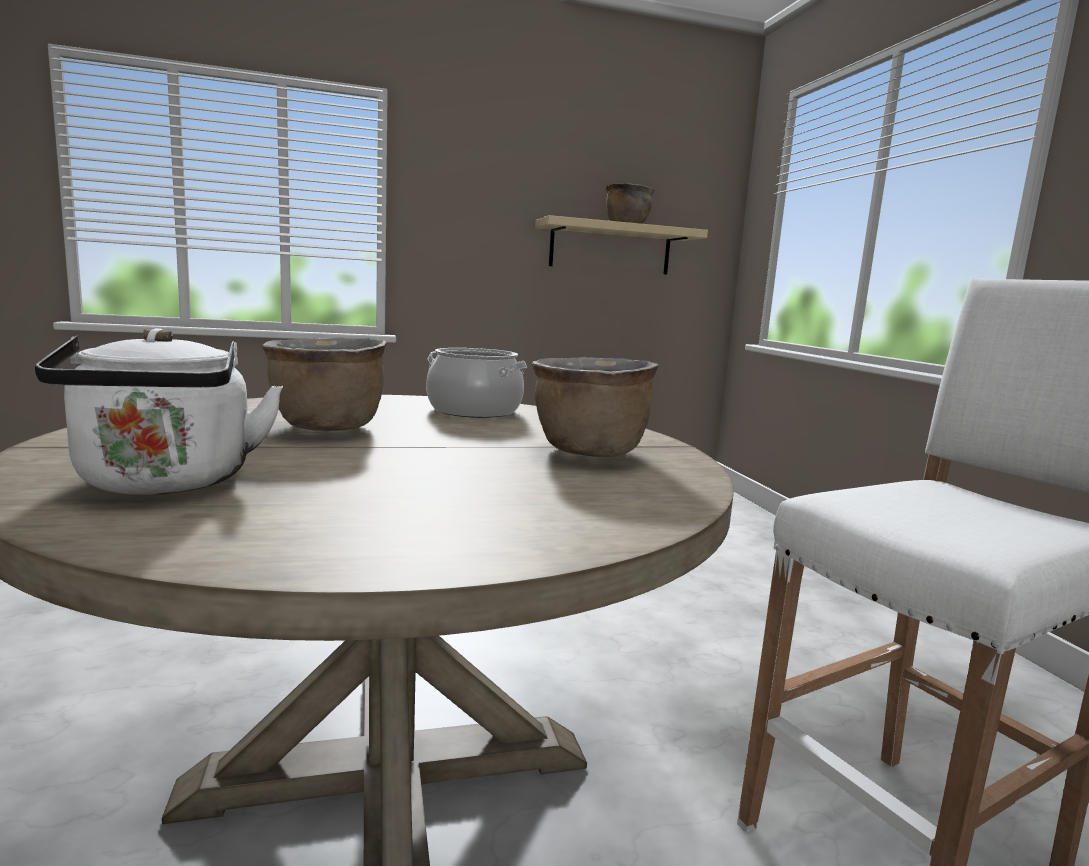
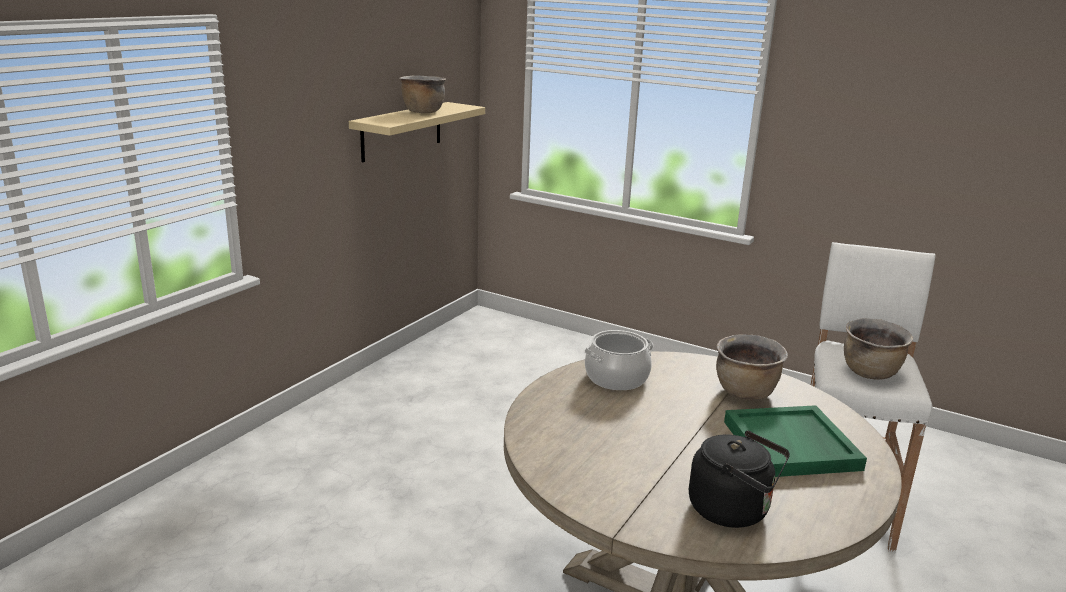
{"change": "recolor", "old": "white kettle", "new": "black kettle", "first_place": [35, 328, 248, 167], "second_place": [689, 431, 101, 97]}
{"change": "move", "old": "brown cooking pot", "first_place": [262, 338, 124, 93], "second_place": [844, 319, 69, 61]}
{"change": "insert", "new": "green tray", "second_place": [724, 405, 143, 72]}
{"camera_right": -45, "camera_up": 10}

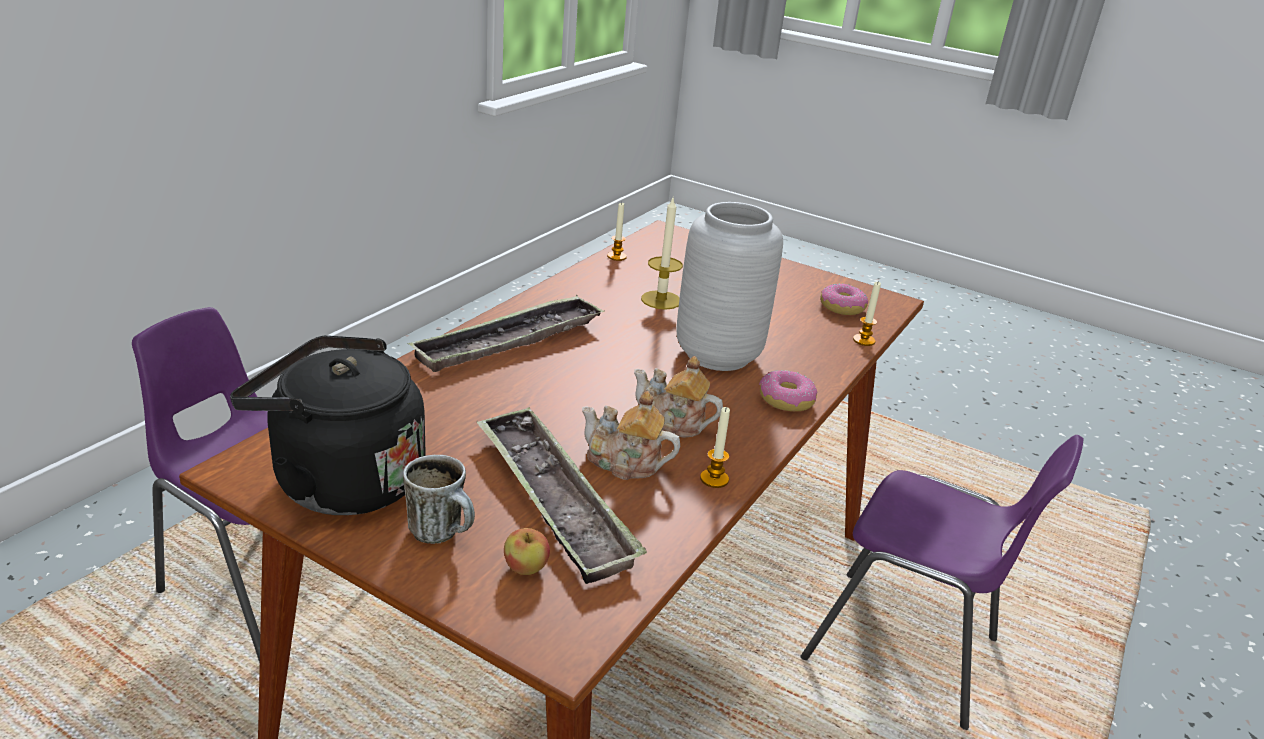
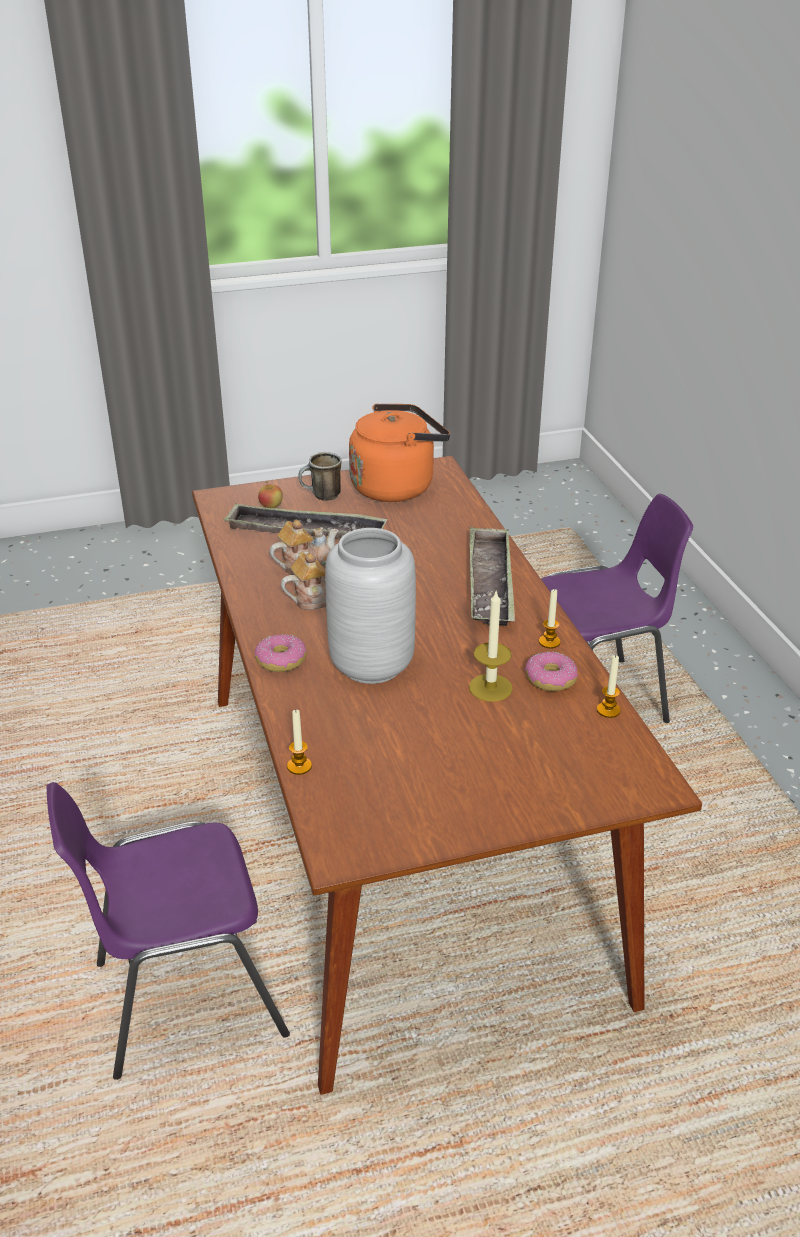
{"change": "move", "old": "donut", "first_place": [820, 283, 48, 32], "second_place": [525, 652, 53, 39]}
{"change": "recolor", "old": "black kettle", "new": "orange kettle", "first_place": [230, 335, 196, 180], "second_place": [349, 404, 101, 98]}
{"change": "move", "old": "candle", "first_place": [700, 407, 30, 81], "second_place": [539, 588, 22, 61]}
{"camera_right": 135, "camera_up": 5}

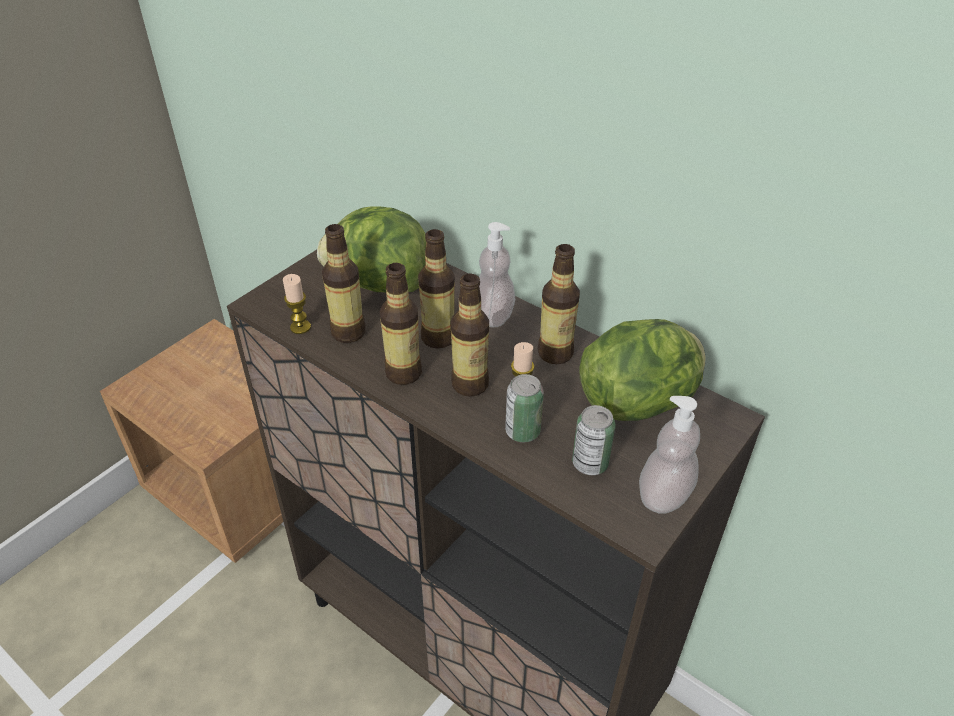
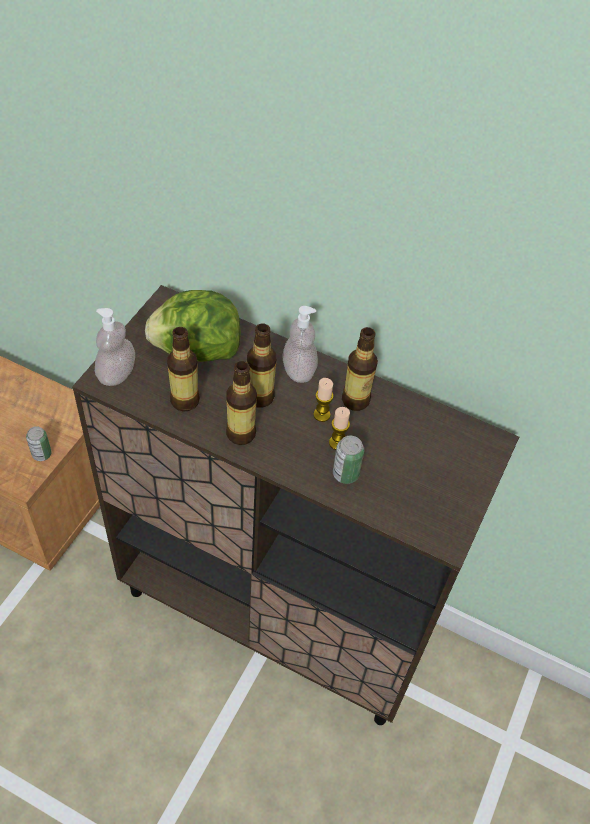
{"change": "move", "old": "candle", "first_place": [283, 274, 28, 60], "second_place": [313, 378, 21, 44]}
{"change": "delete", "old": "bottle", "first_place": [451, 274, 38, 123]}
{"change": "delete", "old": "lettuce", "first_place": [579, 319, 127, 102]}
{"change": "move", "old": "soap dispenser", "first_place": [639, 396, 61, 118], "second_place": [95, 308, 40, 78]}
{"change": "move", "old": "can", "first_place": [572, 405, 43, 70], "second_place": [26, 426, 26, 35]}
{"camera_right": -15, "camera_up": 10}

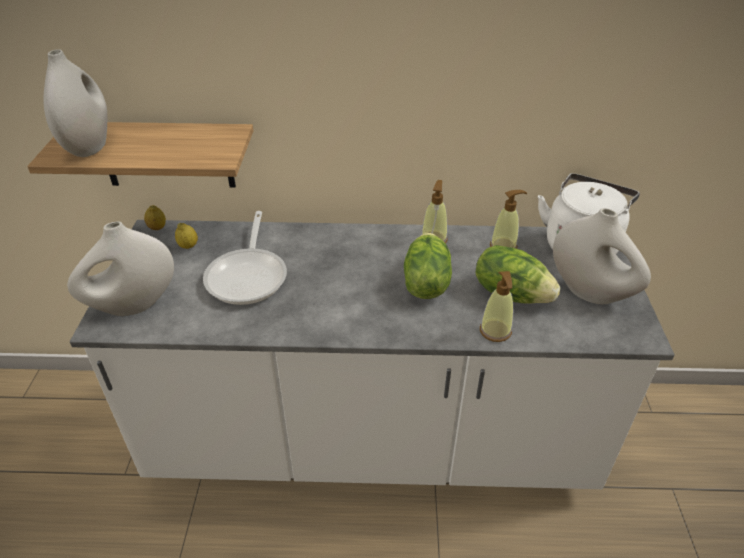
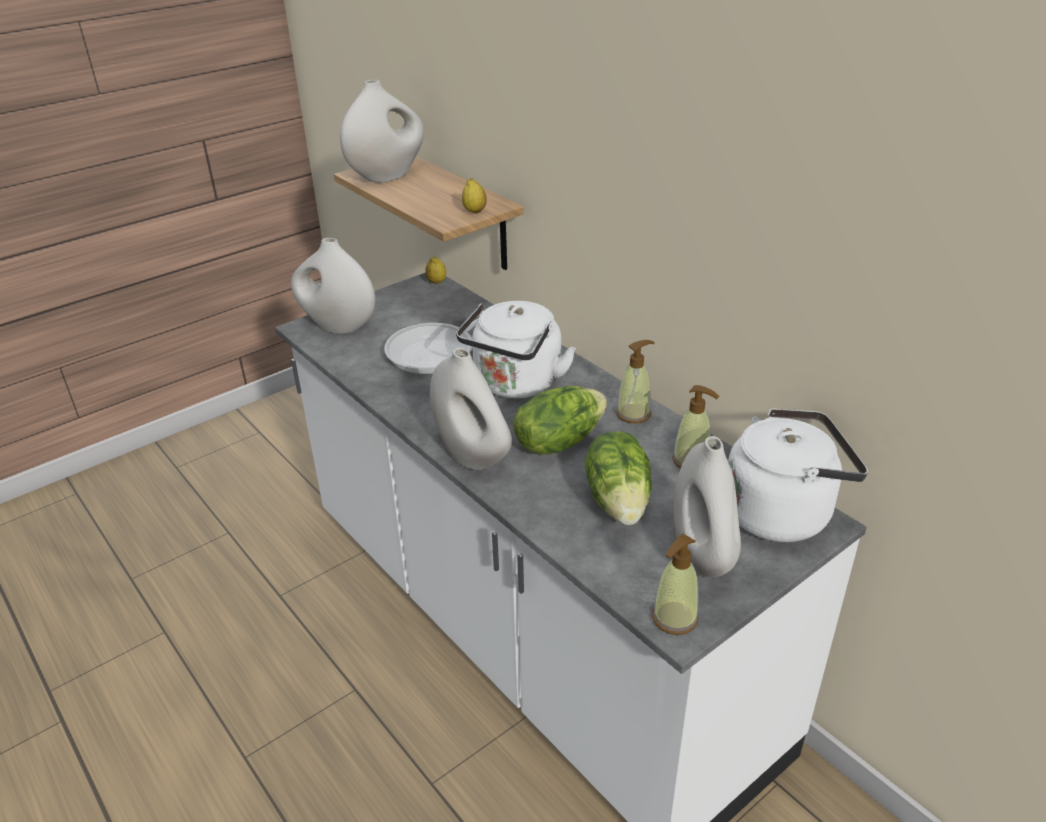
{"change": "move", "old": "lemon", "first_place": [175, 223, 23, 26], "second_place": [462, 178, 25, 35]}
{"change": "move", "old": "soap dispenser", "first_place": [480, 271, 33, 71], "second_place": [652, 534, 46, 101]}
{"change": "insert", "new": "white kettle", "second_place": [456, 301, 120, 97]}
{"change": "insert", "new": "white vase", "second_place": [430, 348, 82, 122]}
{"camera_right": 50, "camera_up": -5}

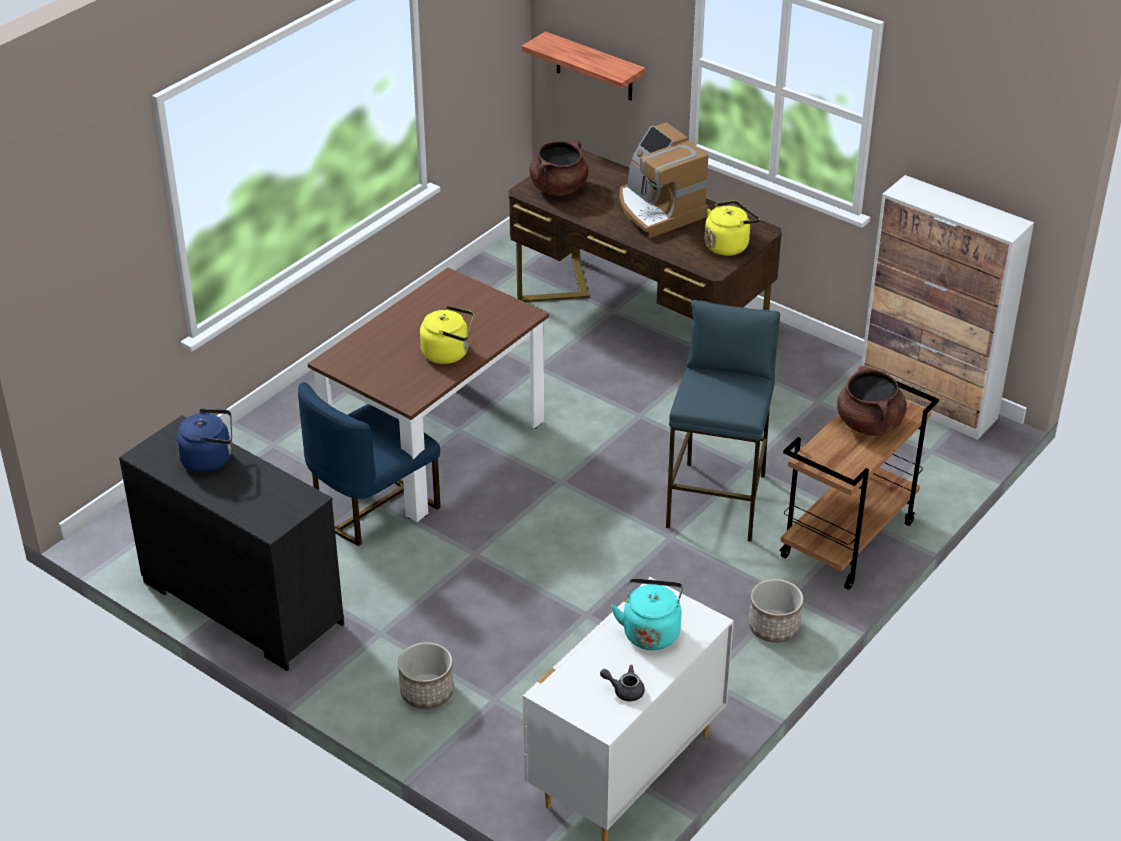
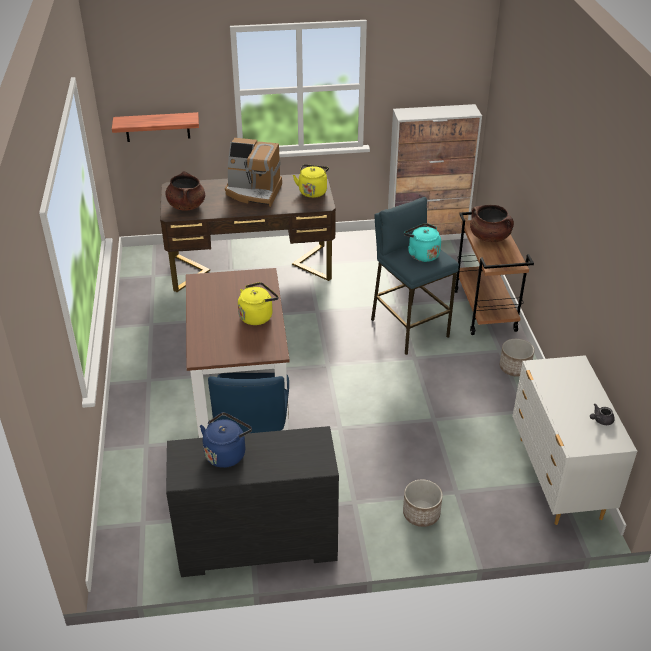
{"change": "move", "old": "turquoise kettle", "first_place": [611, 578, 72, 72], "second_place": [404, 223, 37, 39]}
{"camera_right": -45, "camera_up": 0}

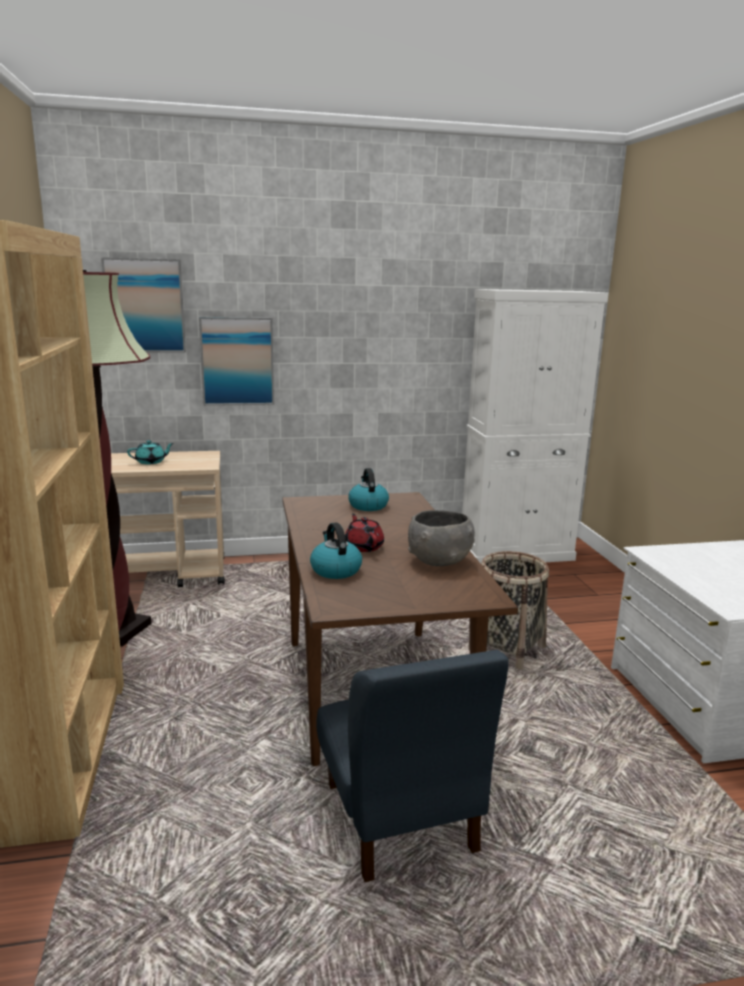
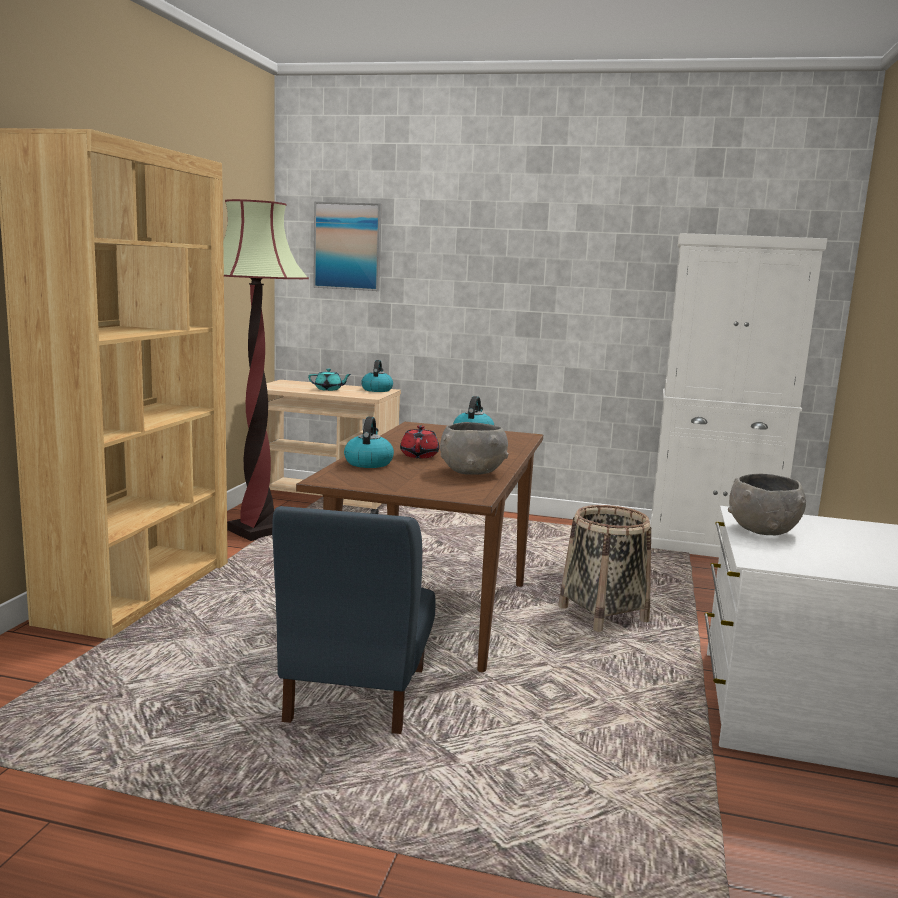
{"change": "delete", "old": "picture", "first_place": [199, 317, 75, 89]}
{"change": "insert", "new": "kettle", "second_place": [361, 360, 32, 32]}
{"change": "insert", "new": "grey bowl", "second_place": [728, 474, 78, 61]}
{"camera_right": 25, "camera_up": -5}

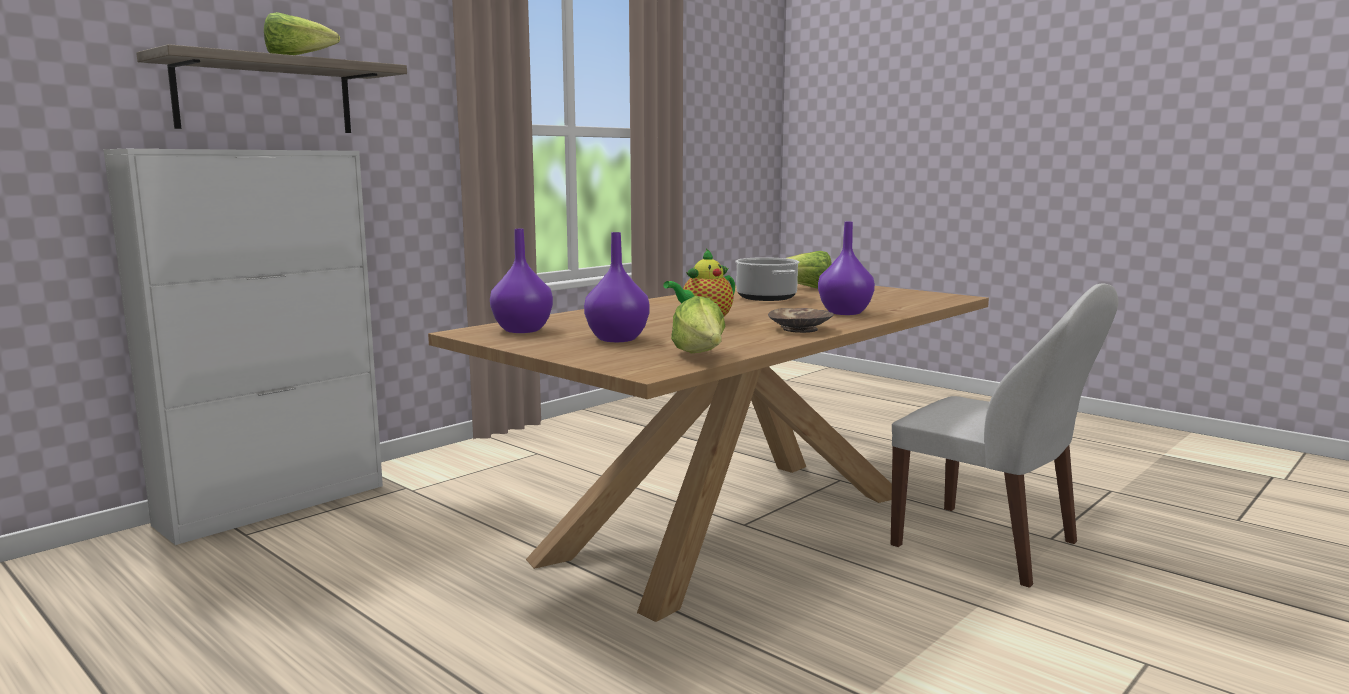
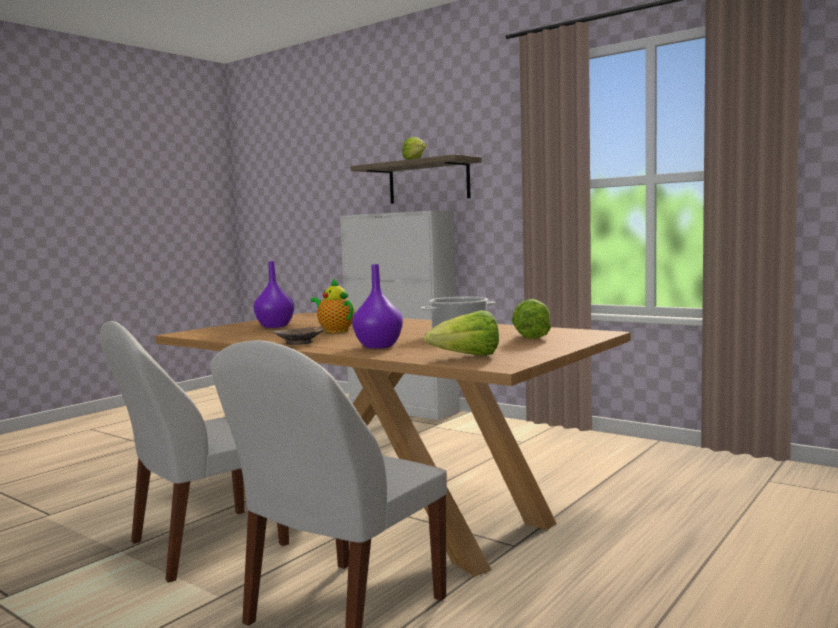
{"change": "delete", "old": "purple vase", "first_place": [490, 229, 63, 104]}
{"change": "move", "old": "lettuce", "first_place": [671, 296, 55, 57], "second_place": [424, 310, 75, 46]}
{"change": "insert", "new": "white chair", "second_place": [100, 321, 189, 262]}
{"camera_right": 85, "camera_up": -5}

